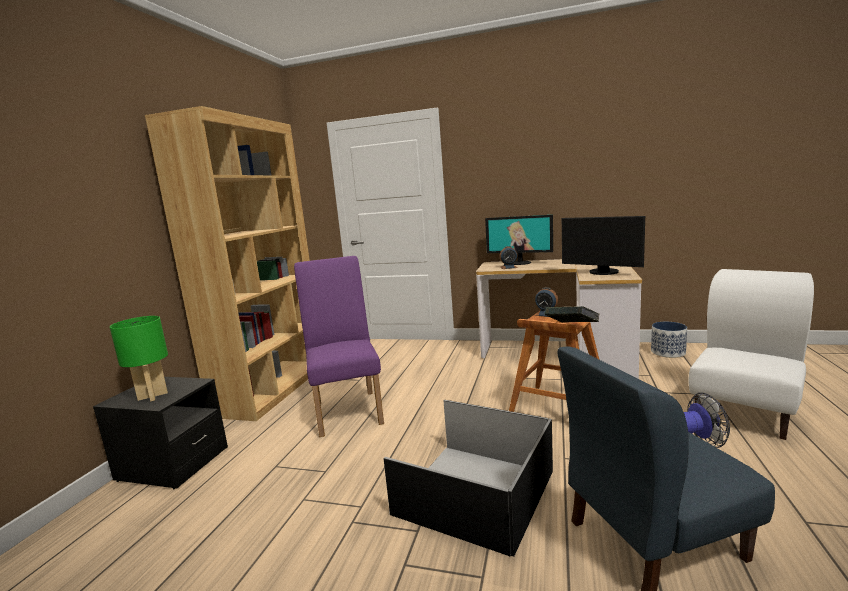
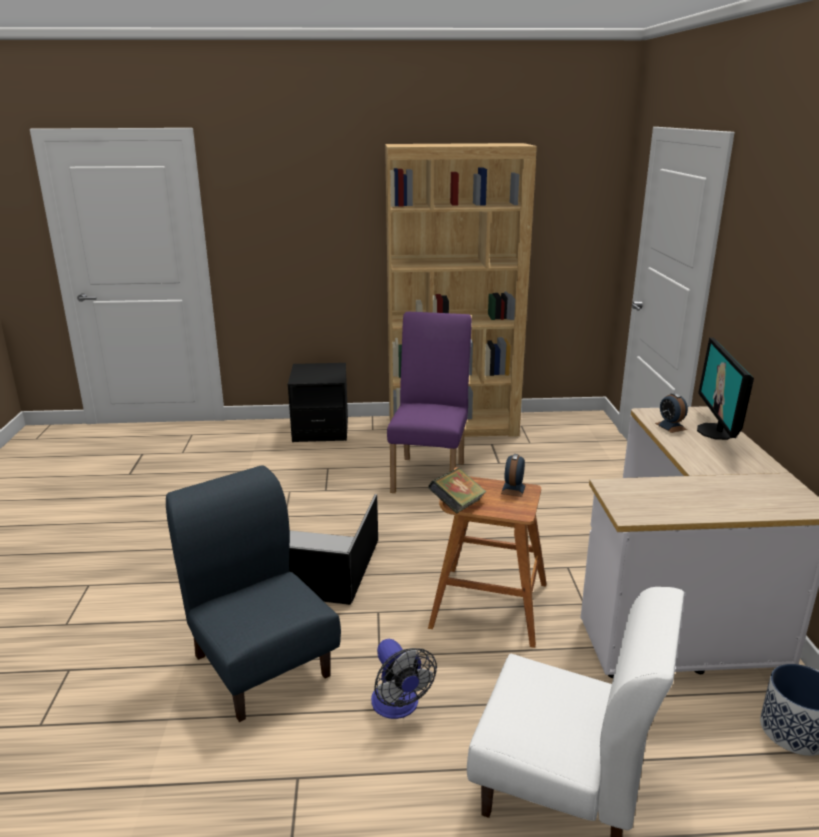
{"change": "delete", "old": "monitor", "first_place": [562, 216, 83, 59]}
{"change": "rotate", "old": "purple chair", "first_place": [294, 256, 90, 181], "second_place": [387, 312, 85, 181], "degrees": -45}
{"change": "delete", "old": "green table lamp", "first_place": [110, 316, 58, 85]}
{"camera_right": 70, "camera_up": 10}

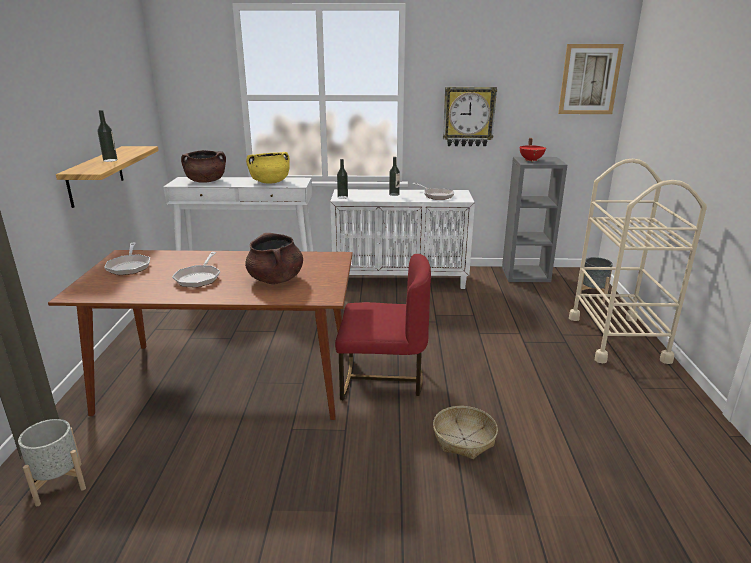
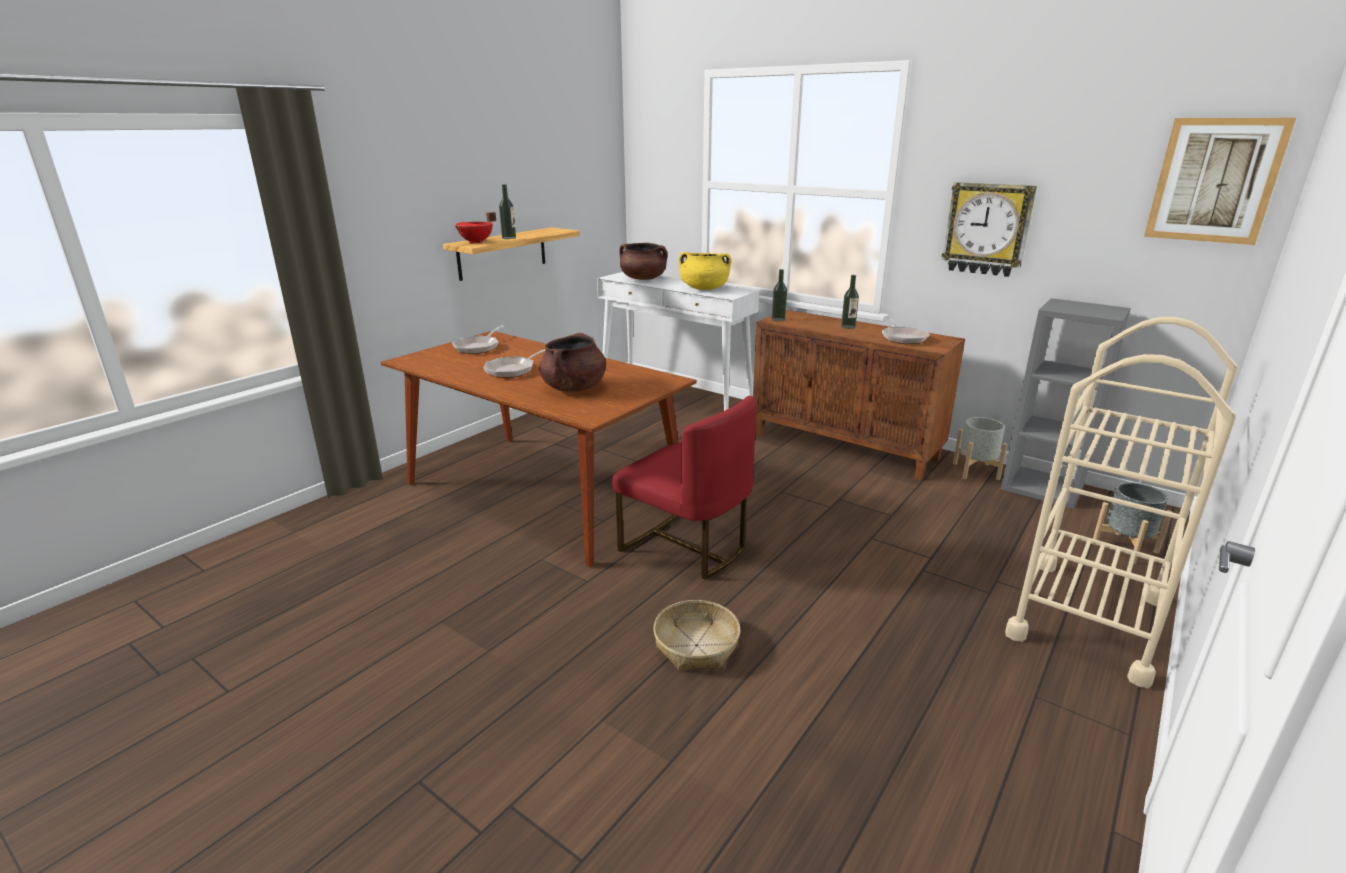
{"change": "move", "old": "red cooking pot", "first_place": [519, 138, 27, 24], "second_place": [455, 212, 41, 32]}
{"change": "recolor", "old": "white cabinet", "new": "brown cabinet", "first_place": [330, 189, 145, 100], "second_place": [753, 310, 212, 170]}
{"change": "move", "old": "grey planter", "first_place": [18, 419, 68, 87], "second_place": [953, 417, 54, 63]}
{"camera_right": 35, "camera_up": 0}

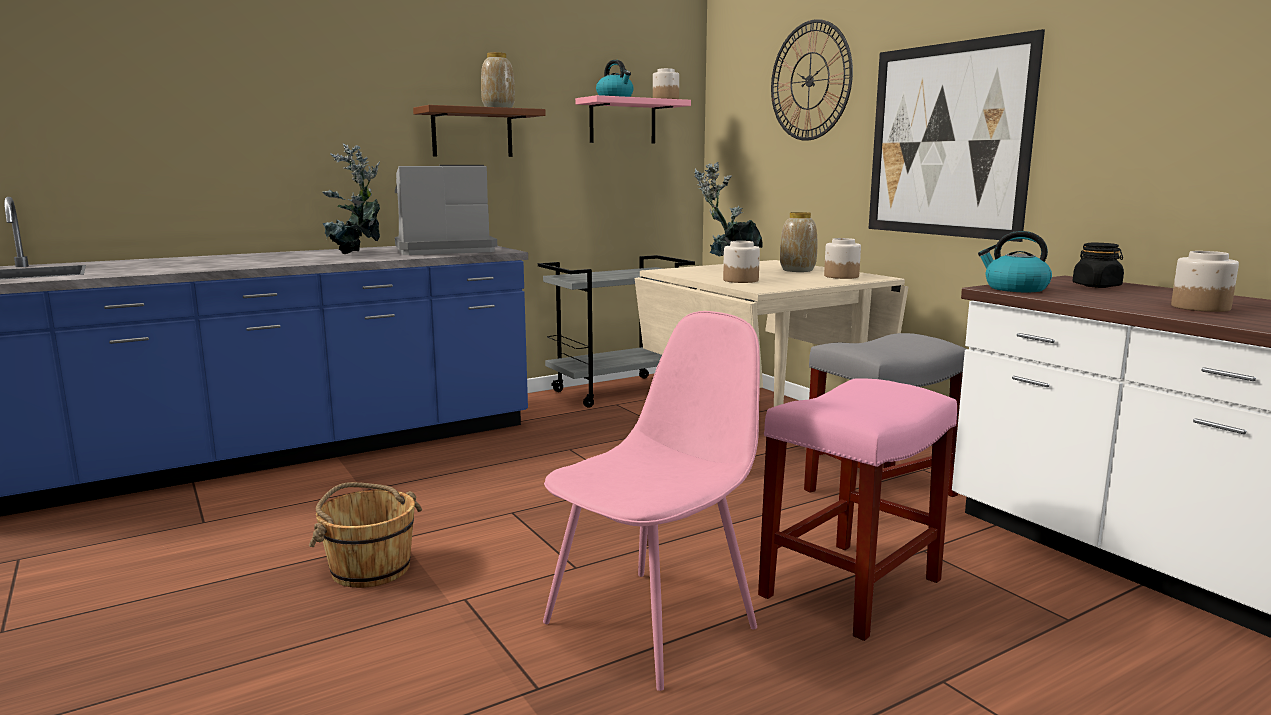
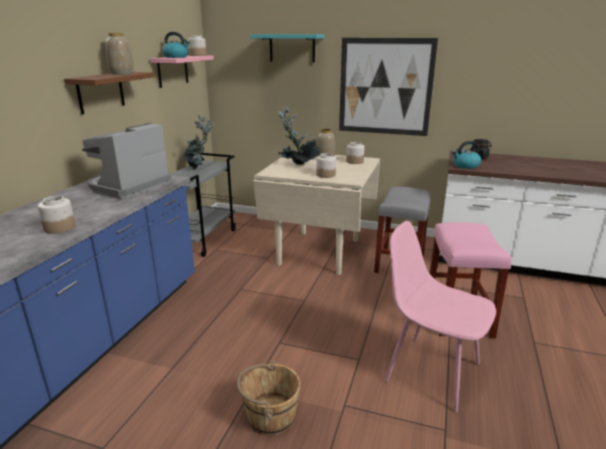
{"change": "replace", "old": "wall clock", "new": "turquoise shelf", "first_place": [771, 19, 82, 122], "second_place": [250, 34, 75, 28]}
{"change": "move", "old": "potted plant", "first_place": [322, 143, 58, 111], "second_place": [183, 116, 31, 54]}
{"change": "move", "old": "jar", "first_place": [1171, 251, 68, 61], "second_place": [38, 196, 38, 38]}
{"change": "rotate", "old": "pink chair", "first_place": [543, 311, 217, 380], "second_place": [385, 221, 111, 191], "degrees": -60}
{"camera_right": -40, "camera_up": 10}

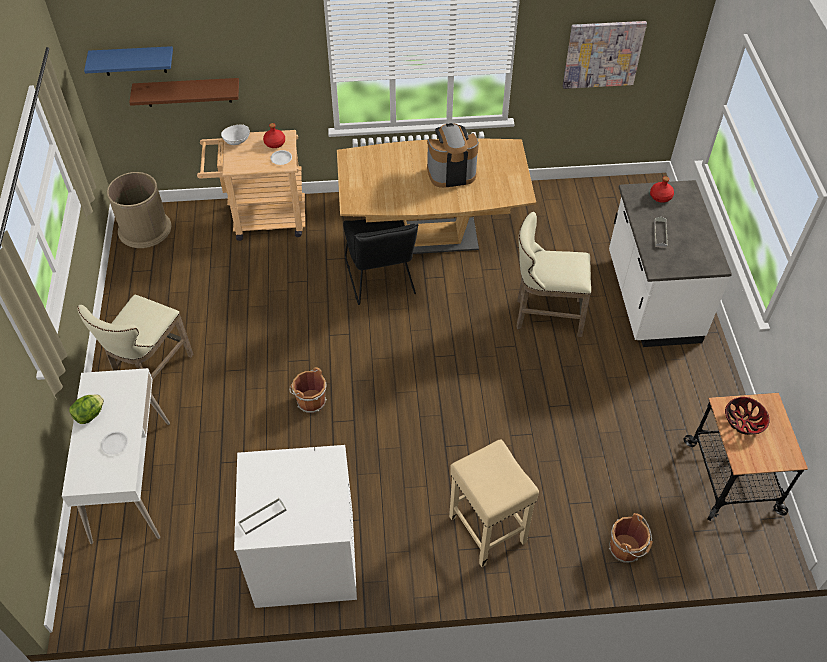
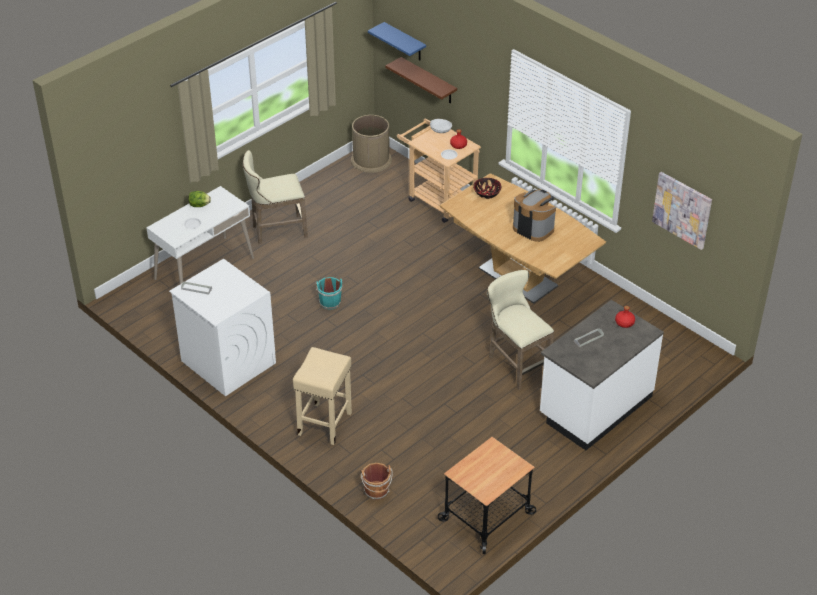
{"change": "delete", "old": "black chair", "first_place": [343, 219, 75, 86]}
{"change": "recolor", "old": "brown bucket", "new": "turquoise bucket", "first_place": [290, 367, 37, 46], "second_place": [315, 277, 28, 33]}
{"change": "move", "old": "bowl", "first_place": [725, 397, 45, 38], "second_place": [473, 178, 28, 21]}
{"camera_right": 50, "camera_up": -10}

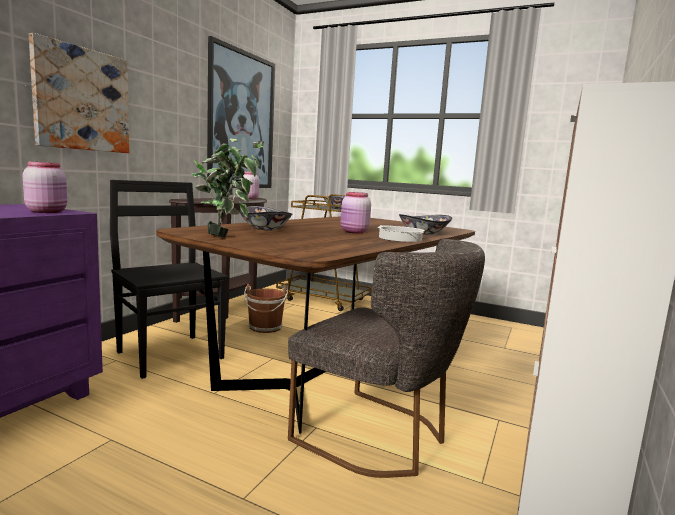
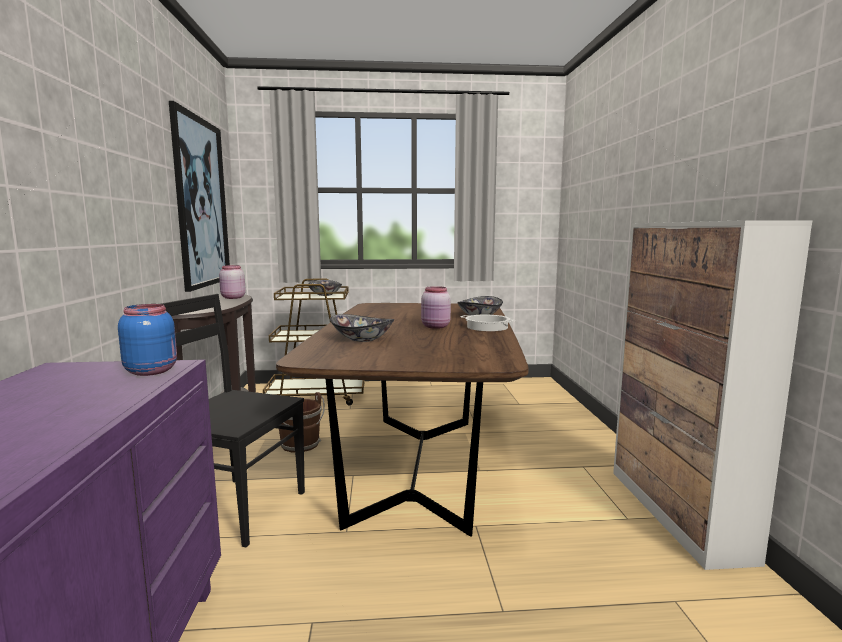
{"change": "delete", "old": "picture", "first_place": [29, 33, 100, 120]}
{"change": "delete", "old": "potted plant", "first_place": [191, 138, 73, 99]}
{"change": "recolor", "old": "pink jar", "new": "blue jar", "first_place": [23, 161, 44, 52], "second_place": [118, 304, 59, 72]}
{"change": "delete", "old": "grey chair", "first_place": [288, 239, 197, 239]}
{"camera_right": -30, "camera_up": 0}

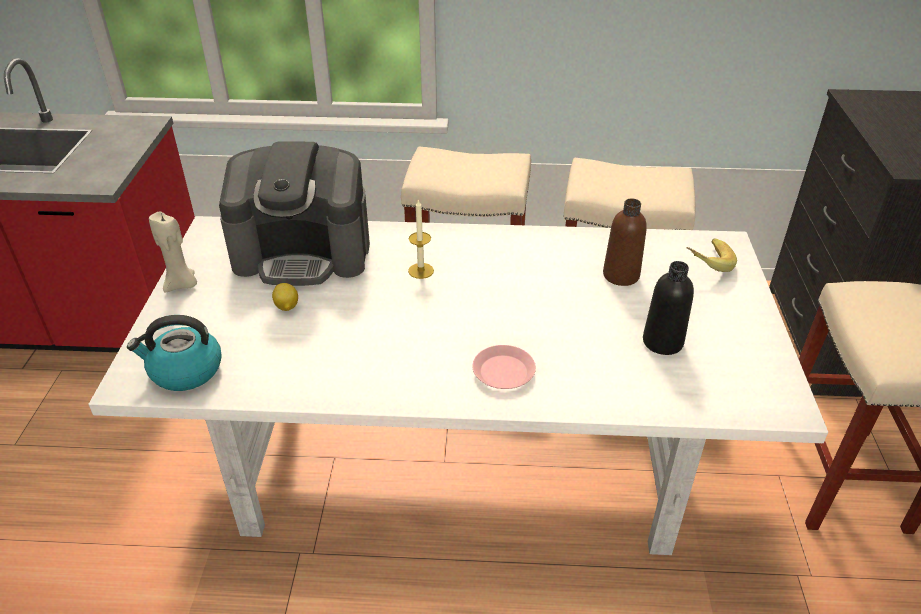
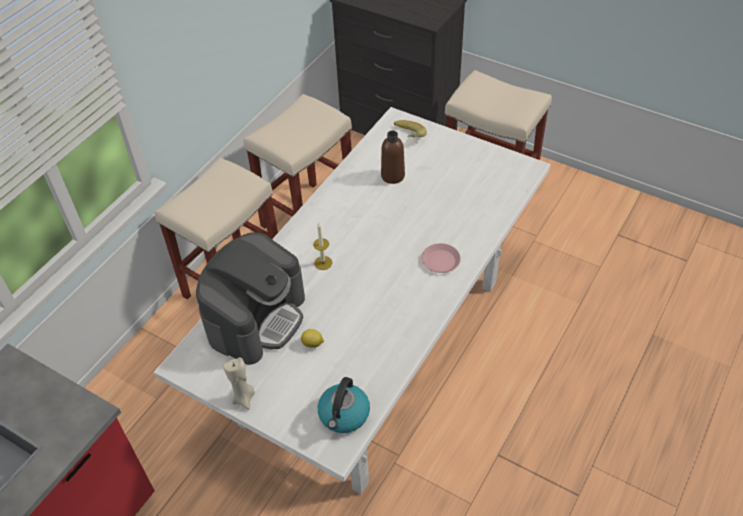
{"change": "delete", "old": "black bottle", "first_place": [643, 261, 51, 94]}
{"camera_right": -60, "camera_up": 10}

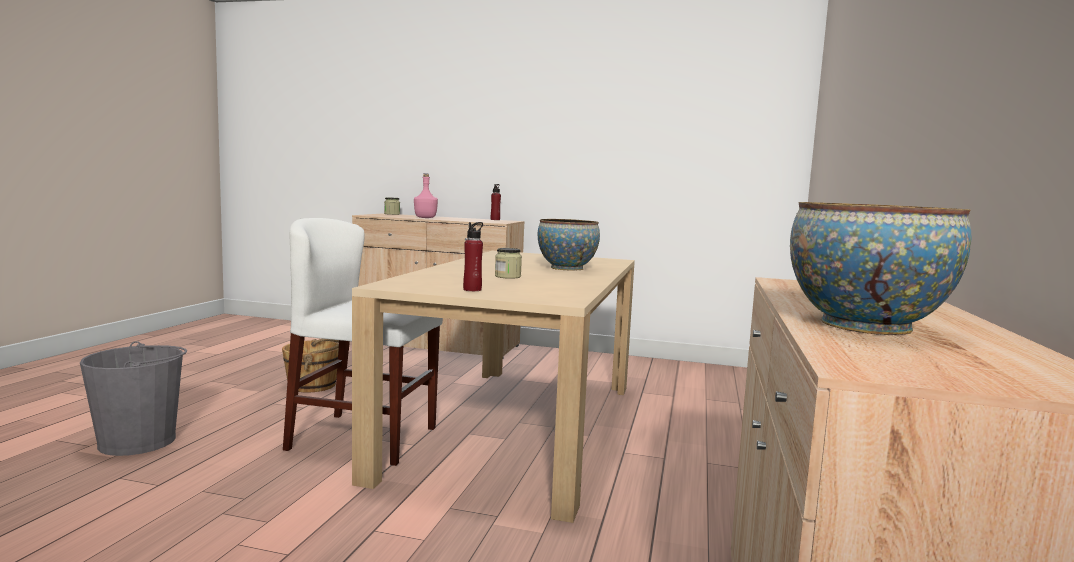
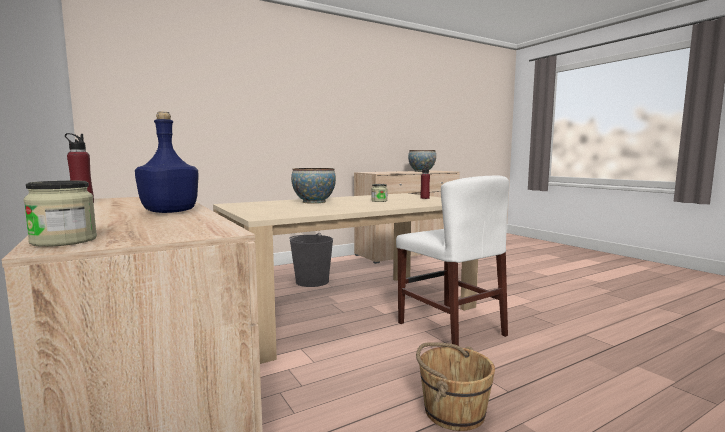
{"change": "recolor", "old": "pink bottle", "new": "blue bottle", "first_place": [414, 173, 24, 45], "second_place": [135, 112, 64, 101]}
{"change": "move", "old": "grey bucket", "first_place": [80, 341, 107, 115], "second_place": [289, 233, 44, 54]}
{"camera_right": -135, "camera_up": 0}

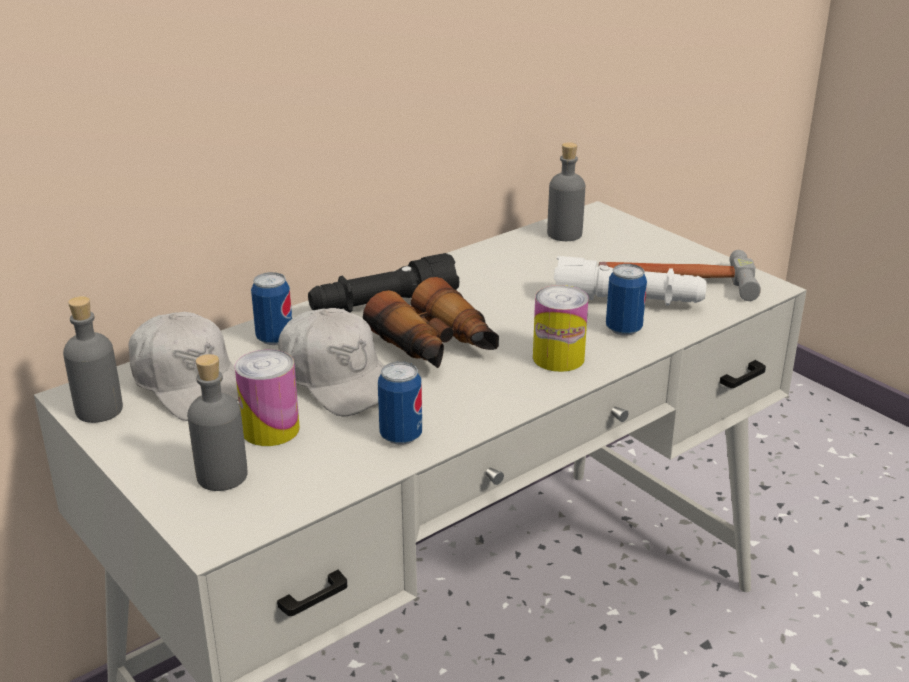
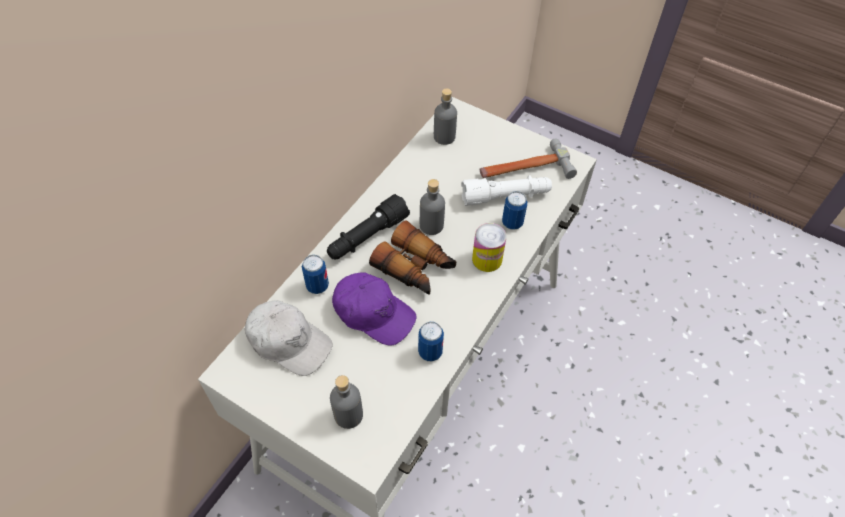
{"change": "move", "old": "grey bottle", "first_place": [63, 296, 60, 127], "second_place": [420, 179, 25, 56]}
{"change": "recolor", "old": "white cap", "new": "purple cap", "first_place": [278, 308, 106, 109], "second_place": [332, 272, 85, 74]}
{"change": "delete", "old": "can", "first_place": [235, 350, 65, 96]}
{"camera_right": -20, "camera_up": 25}

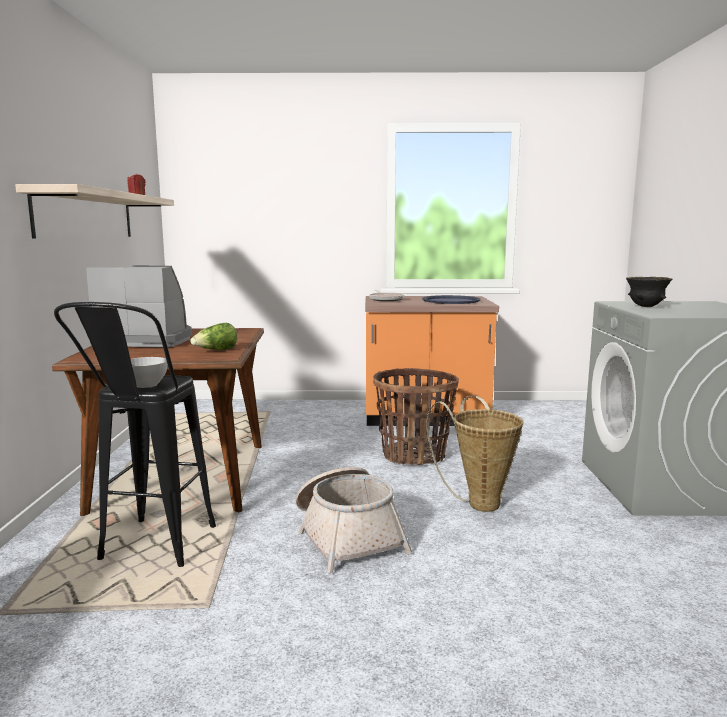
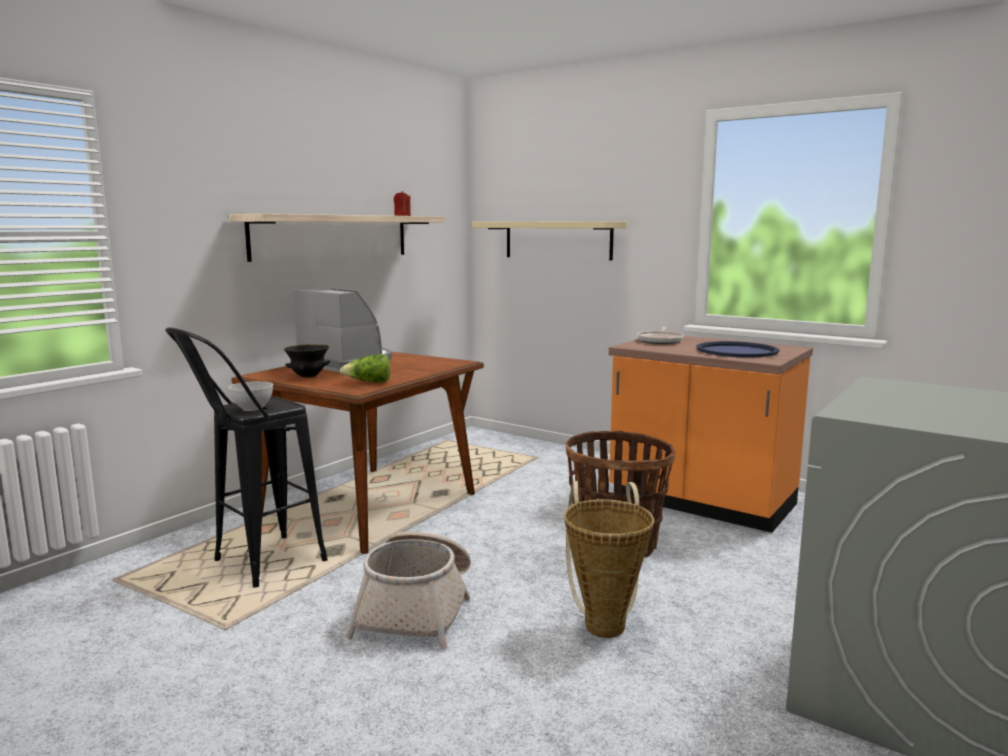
{"change": "move", "old": "black bowl", "first_place": [626, 277, 46, 30], "second_place": [284, 344, 46, 34]}
{"change": "insert", "new": "beige shelf", "second_place": [472, 221, 155, 39]}
{"camera_right": 35, "camera_up": 0}

